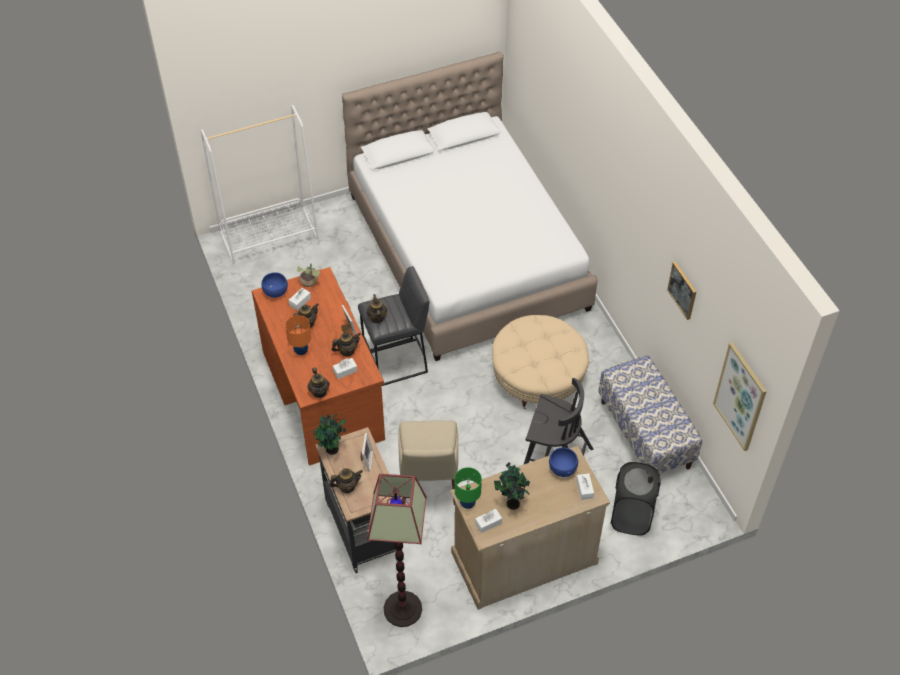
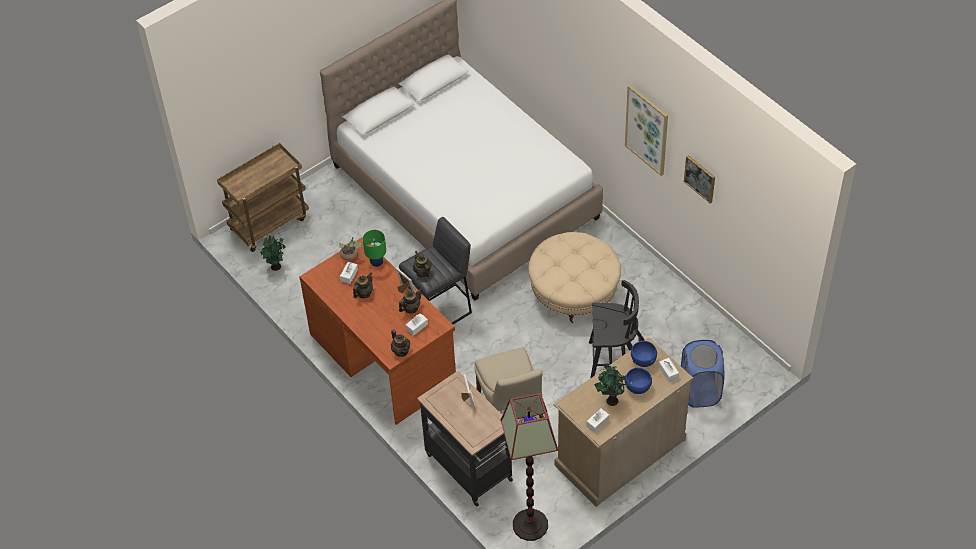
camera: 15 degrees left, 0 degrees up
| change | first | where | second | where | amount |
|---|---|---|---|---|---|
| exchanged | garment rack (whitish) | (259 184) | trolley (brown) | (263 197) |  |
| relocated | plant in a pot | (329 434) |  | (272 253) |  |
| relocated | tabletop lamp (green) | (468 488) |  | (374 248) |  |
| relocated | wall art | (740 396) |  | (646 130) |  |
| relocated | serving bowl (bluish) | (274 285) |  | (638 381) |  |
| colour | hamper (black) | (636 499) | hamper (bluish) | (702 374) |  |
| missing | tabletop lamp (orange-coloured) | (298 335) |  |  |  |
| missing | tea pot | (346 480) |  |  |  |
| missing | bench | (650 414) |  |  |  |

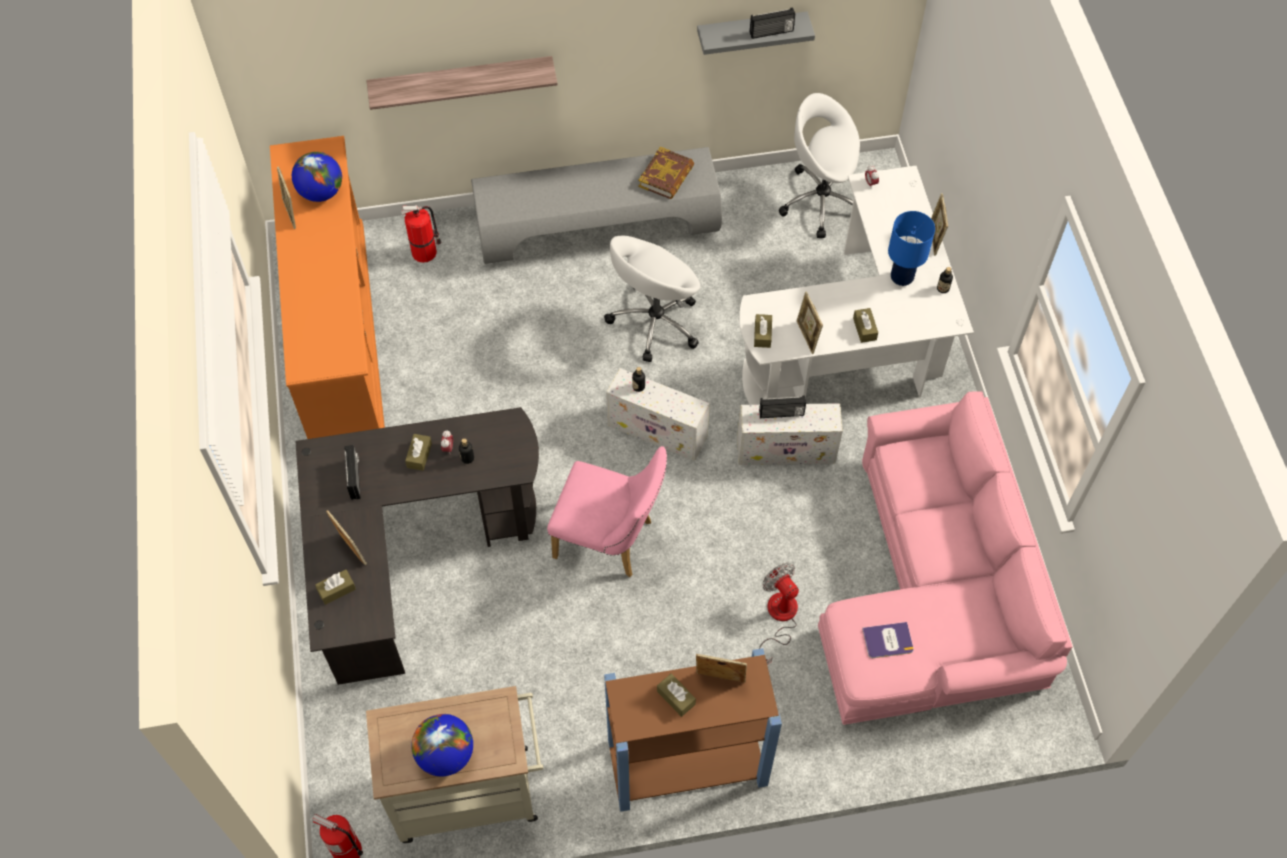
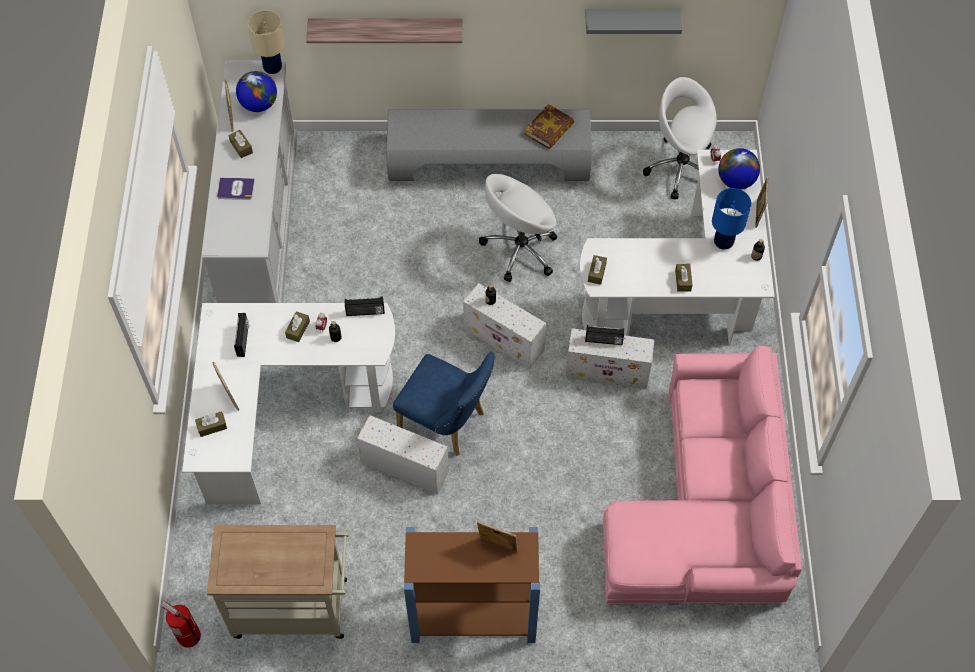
camera: 10 degrees right, 0 degrees up
| change | first | where | second | where | amount |
|---|---|---|---|---|---|
| colour | desk table (black) | (417 546) | desk table (whitish) | (288 403) |  |
| colour | cupboard (orange-coloured) | (327 287) | cupboard (whitish) | (249 181) |  |
| relocated | book | (888 640) |  | (236 189) |  |
| relocated | tissue holder (brown) | (676 695) |  | (240 144) |  |
| appeared |  |  | tabletop lamp (beige) | (266 42) |  |
| relocated | radio | (772 23) |  | (365 306) |  |
| appeared |  |  | storage bin (whitish) | (403 454) |  |
| colour | upright chair (pink-coloured) | (607 511) | upright chair (bluish) | (444 404) |  |
| relocated | desk globe | (442 745) |  | (739 169) |  |
| missing | extinguisher | (421 234) |  |  |  |
| missing | electric fan | (779 614) |  |  |  |
| missing | picture frame | (809 322) |  |  |  |

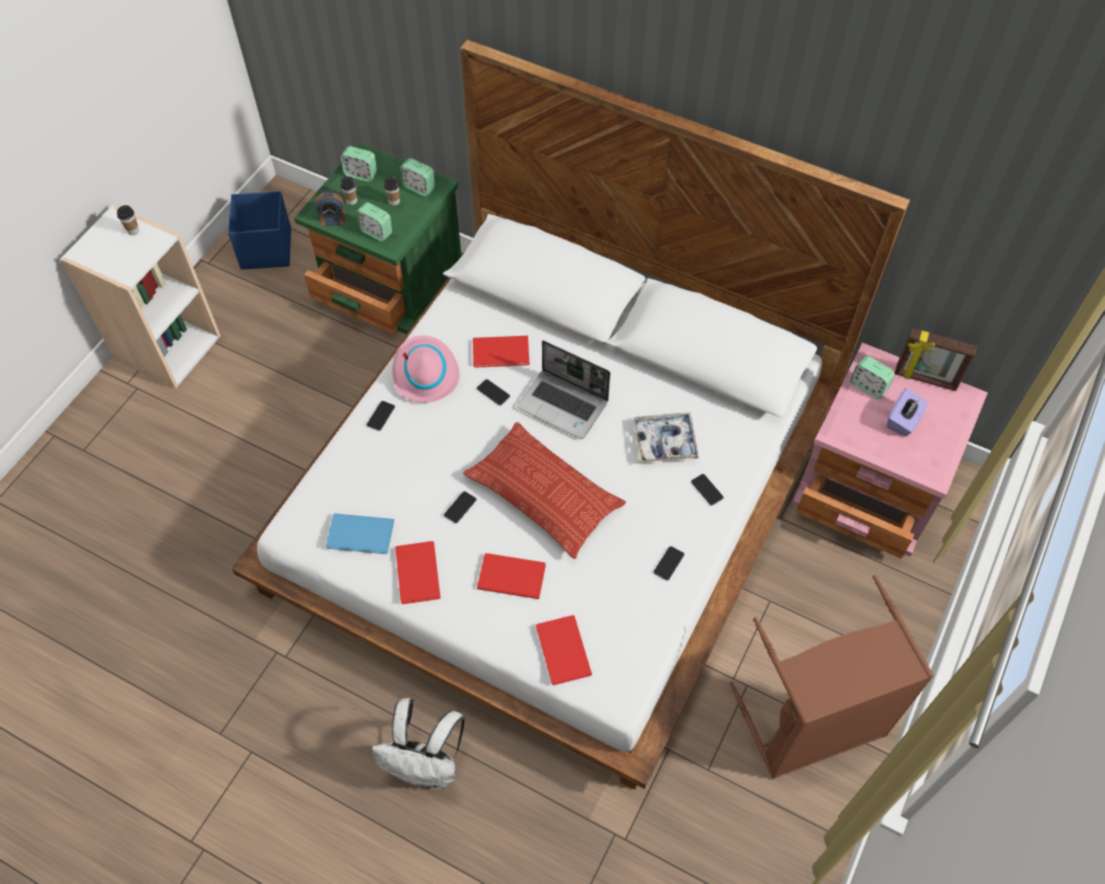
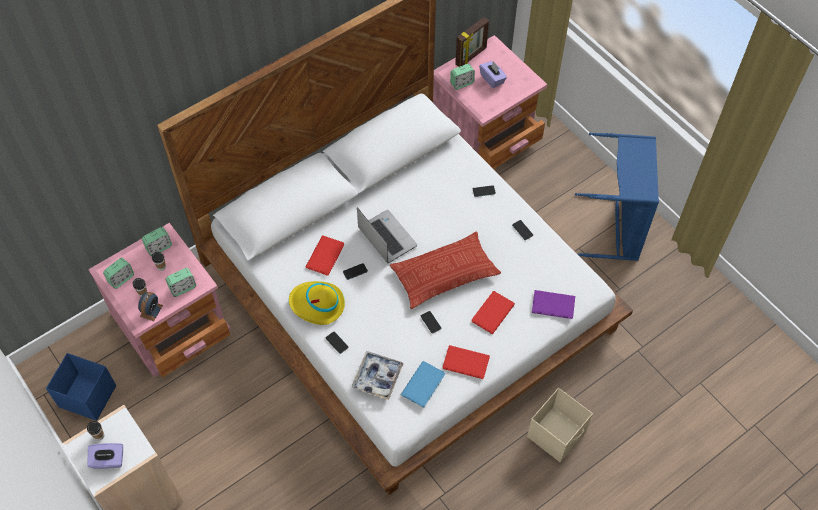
camera: 65 degrees left, 0 degrees up
| change | first | where | second | where | amount |
|---|---|---|---|---|---|
| appeared |  |  | tissue holder (purple-coloured) | (105 456) |  |
| colour | night table (green) | (378 238) | night table (pink-coloured) | (159 300) |  |
| colour | hat (pink-coloured) | (426 369) | hat (yellow-coloured) | (317 303) |  |
| relocated | carrying tray | (666 437) |  | (378 375) |  |
| spun | portable computer | (563 389) |  | (387 235) | 90 degrees counterclockwise |
| exchanged | knapsack (whitish) | (418 744) | storage bin (beige) | (560 425) |  |
| colour | book (reddish) | (564 650) | book (purple-coloured) | (553 304) |  |
| colour | hamper (brown) | (831 677) | hamper (bluish) | (617 197) |  |

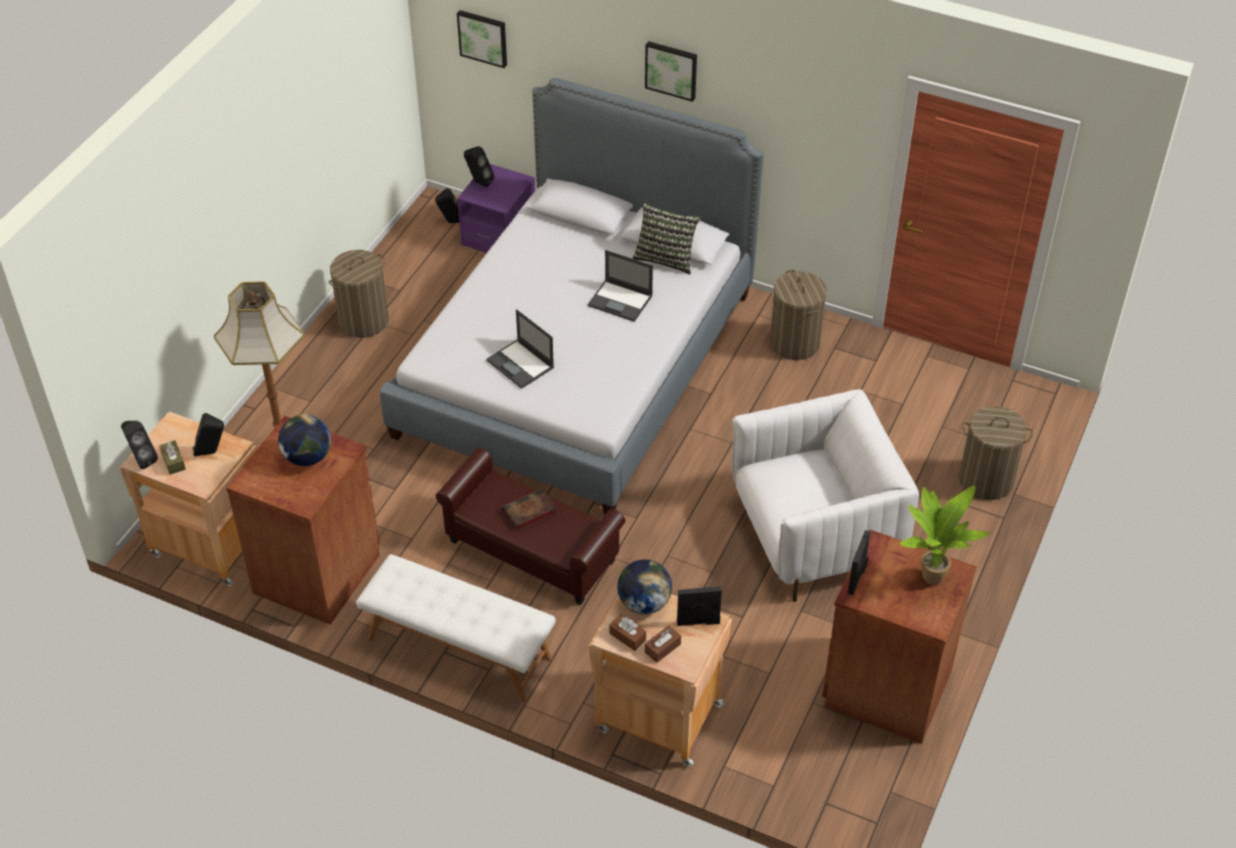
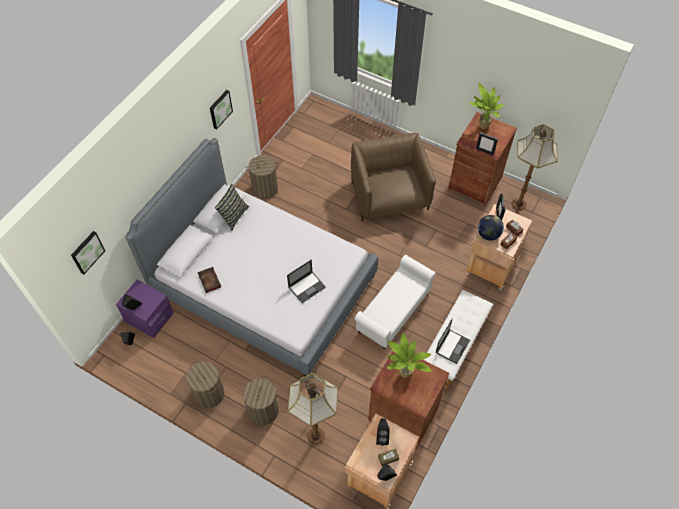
camera: 85 degrees left, 10 degrees up
| change | first | where | second | where | amount |
|---|---|---|---|---|---|
| relocated | book | (529 510) |  | (209 280) |  |
| relocated | wall art | (671 71) |  | (221 109) |  |
| relocated | hamper | (996 453) |  | (261 400) |  |
| colour | lounge chair (whitish) | (825 495) | lounge chair (brown) | (393 177) |  |
| colour | footrest (brown) | (530 526) | footrest (whitish) | (395 302) |  |
| exchanged | desk globe | (304 440) | plant in a pot | (409 355) |  |
| relocated | portable computer | (620 286) |  | (452 341) |  |
| appeared |  |  | floor lamp | (535 167) |  |

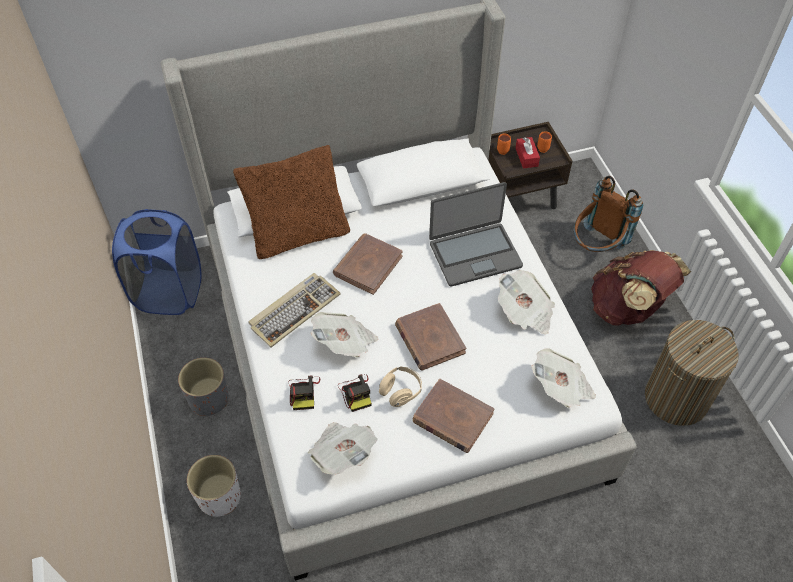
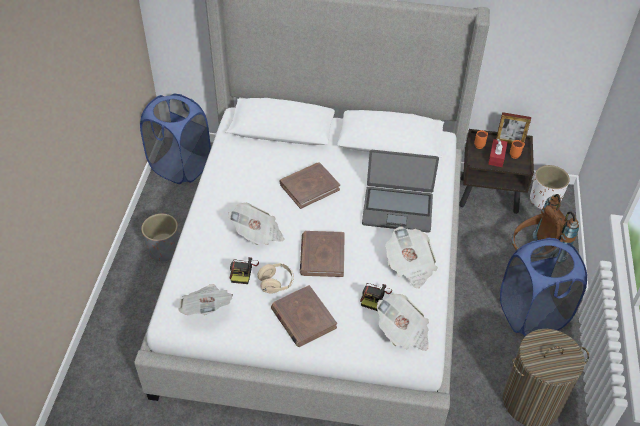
camera: 25 degrees right, 5 degrees down
| change | first | where | second | where | amount |
|---|---|---|---|---|---|
| relocated | still camera | (304 393) |  | (376 297) |  |
| appeared |  |  | picture frame | (513 128) |  |
| exchanged | knapsack (brown) | (641 288) | hamper (bluish) | (543 287) |  |
| relocated | planter (whitish) | (214 486) |  | (550 187) |  |
| missing | cushion (brown) | (291 202) |  |  |  |
| missing | PC keyboard | (295 310) |  |  |  |

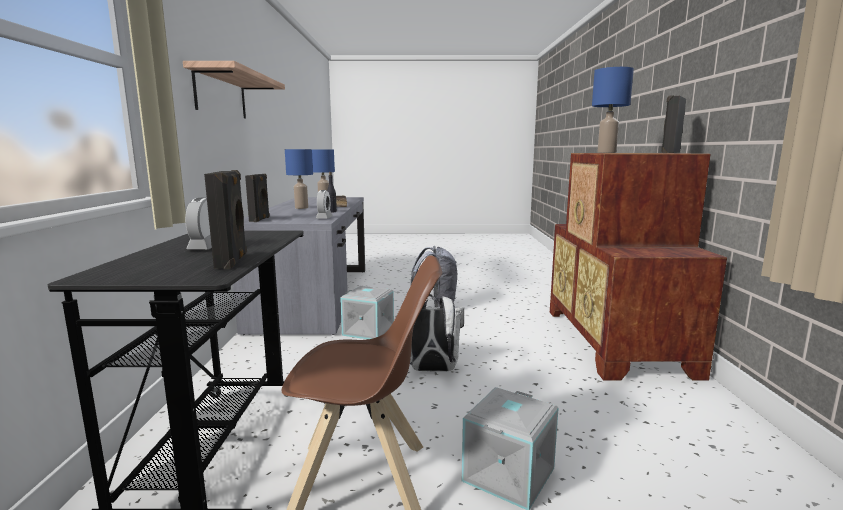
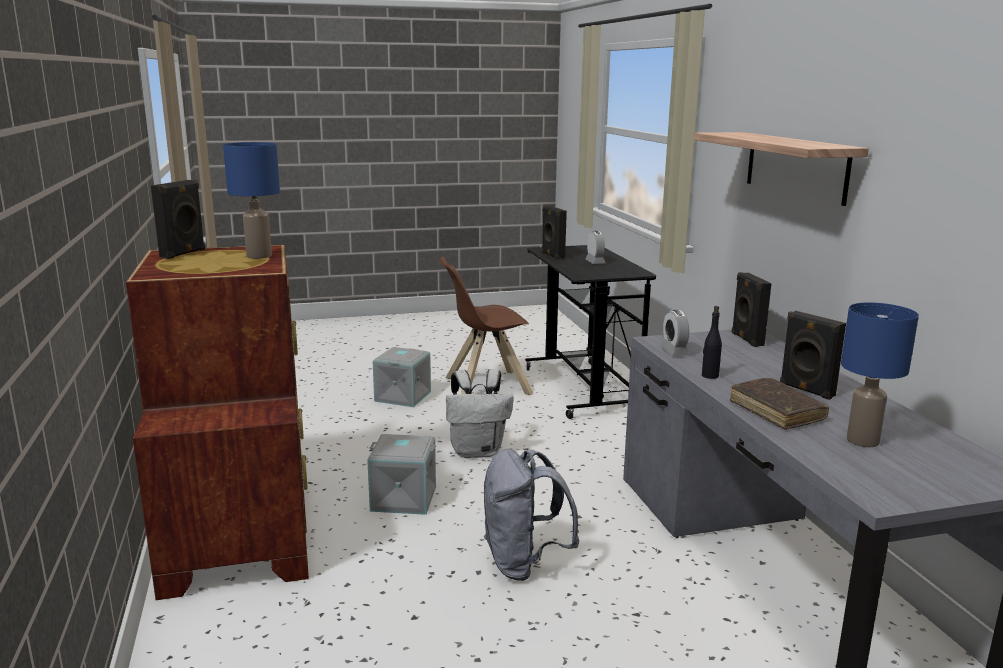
camera: 165 degrees right, 5 degrees up
| change | first | where | second | where | amount |
|---|---|---|---|---|---|
| relocated | storage bin (greyish) | (367 312) |  | (401 474) |  |
| exchanged | tabletop lamp (bluish) | (299 179) | audio speaker (black) | (813 355) |  |

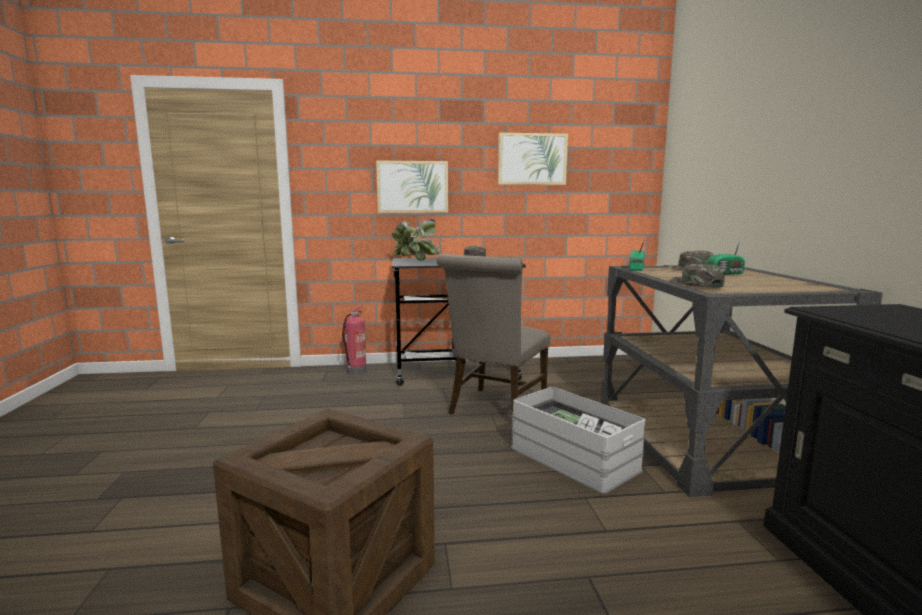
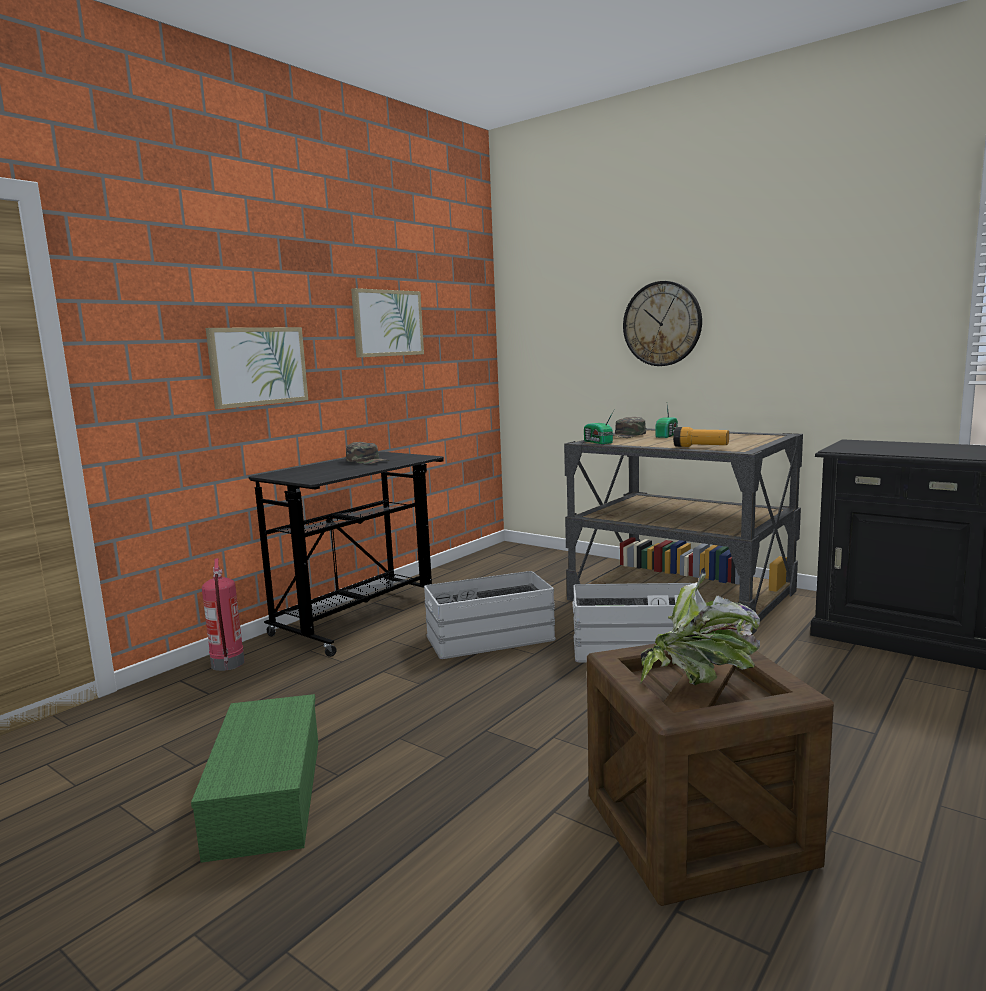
camera: 45 degrees left, 0 degrees up
| change | first | where | second | where | amount |
|---|---|---|---|---|---|
| appeared |  |  | storage bin (green) | (254 778) |  |
| exchanged | upright chair (beige) | (493 334) | storage bin (greyish) | (490 615) |  |
| appeared |  |  | hanging clock | (662 323) |  |
| relocated | plant in a pot | (416 239) |  | (700 626) |  |
| exchanged | baseball cap (green) | (697 276) | torch | (701 437) |  |

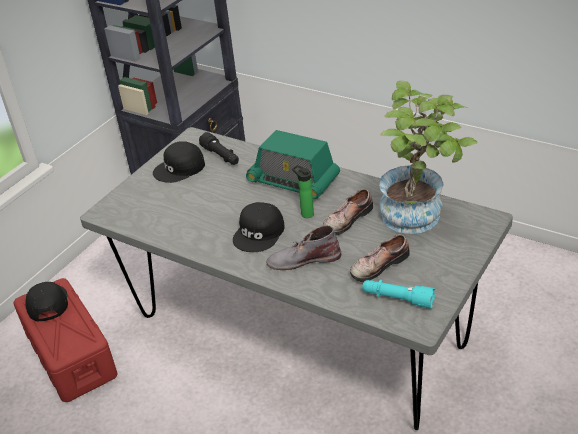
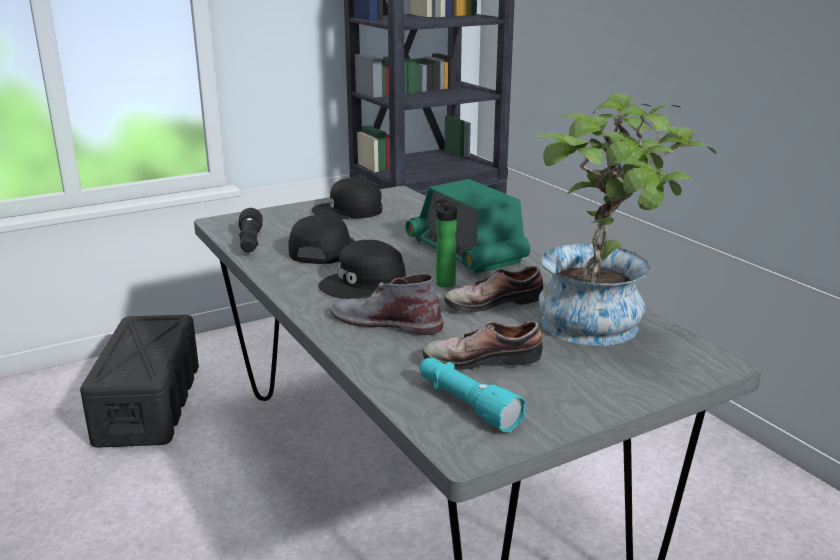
camera: 25 degrees right, 15 degrees down
| change | first | where | second | where | amount |
|---|---|---|---|---|---|
| colour | storage bin (reddish) | (65 340) | storage bin (black) | (139 381) |  |
| relocated | torch (black) | (219 148) |  | (251 230) |  |
| relocated | baseball cap (black) | (46 301) |  | (321 239) |  |

